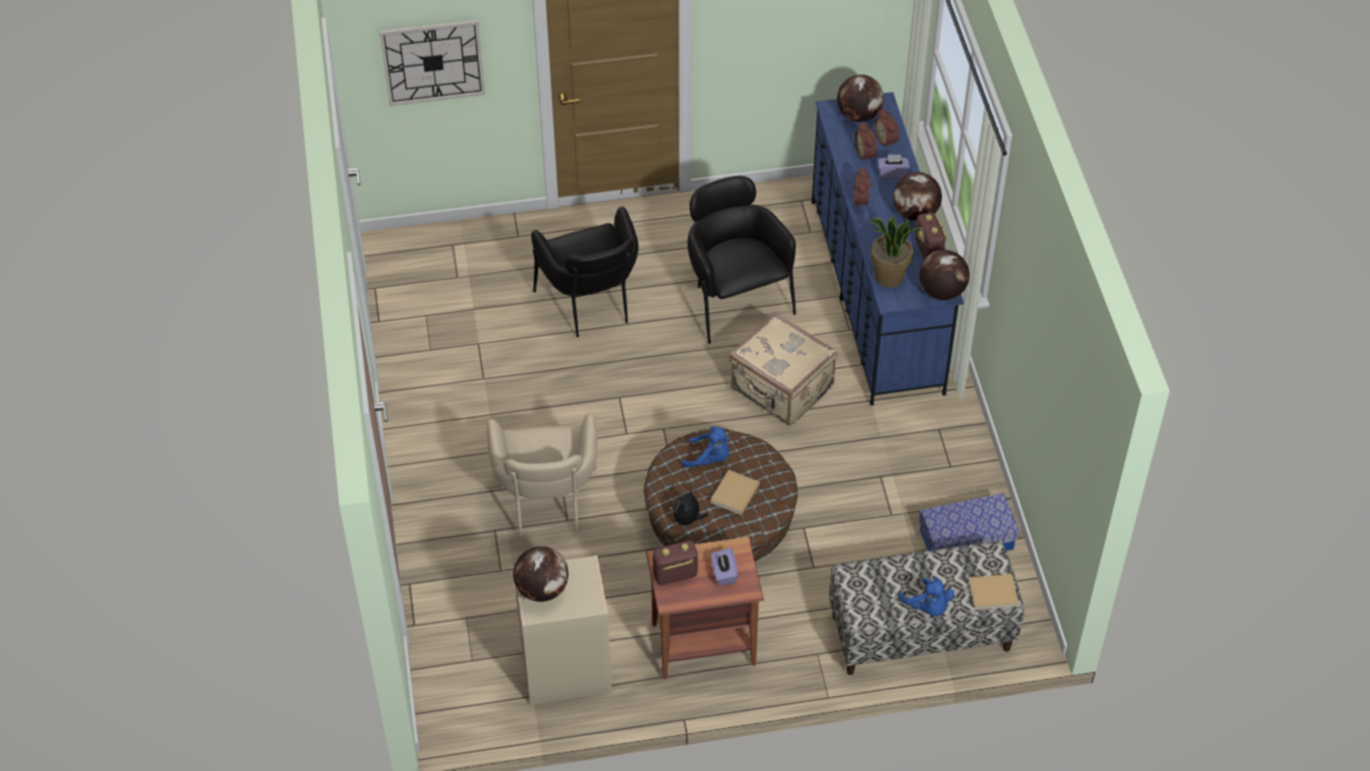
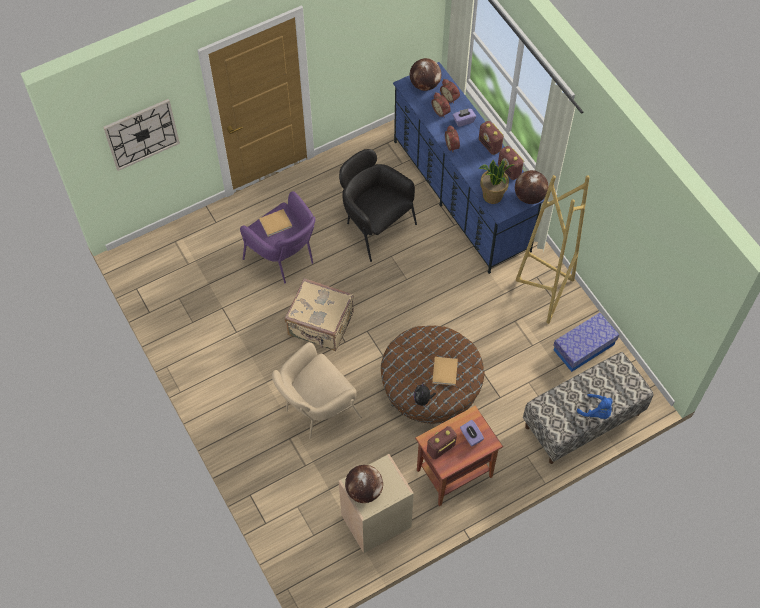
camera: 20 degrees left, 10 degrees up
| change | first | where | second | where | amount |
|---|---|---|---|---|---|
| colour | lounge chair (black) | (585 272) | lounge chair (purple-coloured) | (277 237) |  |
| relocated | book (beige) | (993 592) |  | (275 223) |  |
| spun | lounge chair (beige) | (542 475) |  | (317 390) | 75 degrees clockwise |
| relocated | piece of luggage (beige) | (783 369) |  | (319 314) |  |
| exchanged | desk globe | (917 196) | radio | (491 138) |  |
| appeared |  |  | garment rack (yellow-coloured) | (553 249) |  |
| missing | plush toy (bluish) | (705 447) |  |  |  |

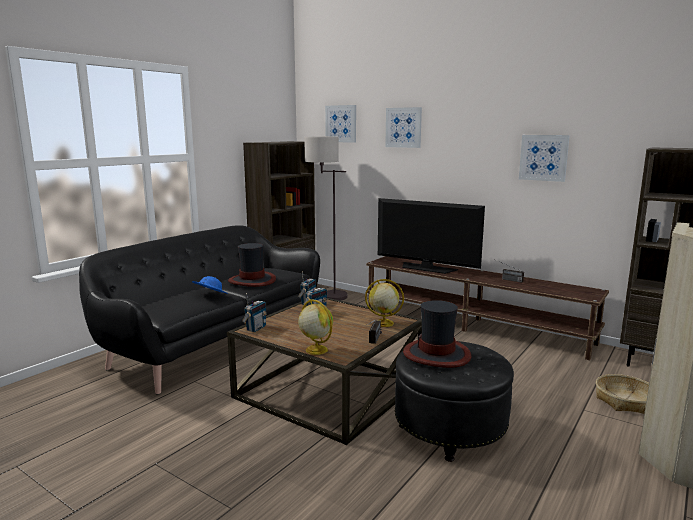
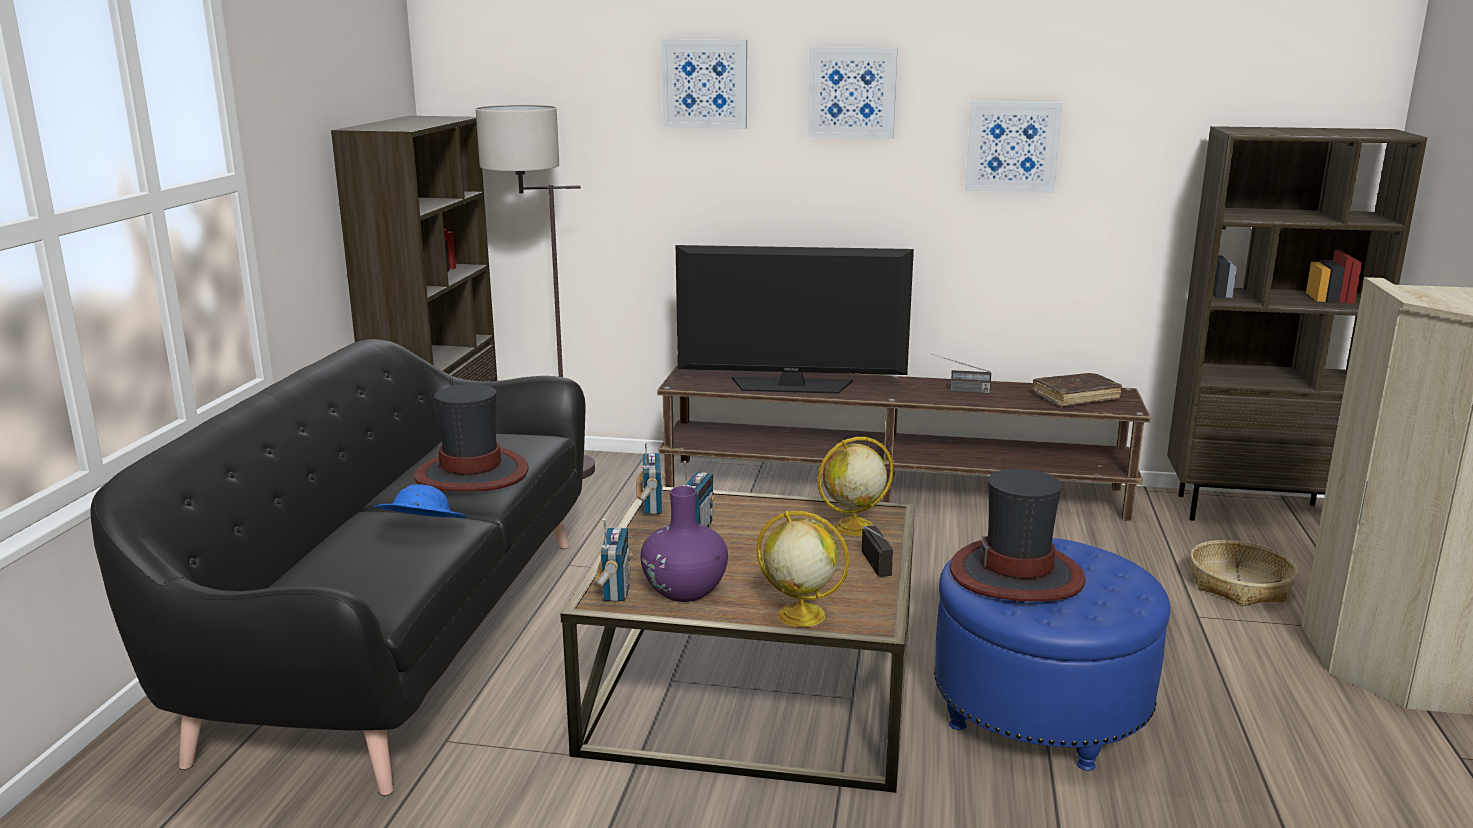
camera: 25 degrees left, 5 degrees up
| change | first | where | second | where | amount |
|---|---|---|---|---|---|
| appeared |  |  | vase (purple-coloured) | (684 544) |  |
| relocated | wall art | (340 124) |  | (852 93) |  |
| colour | footrest (black) | (454 401) | footrest (bluish) | (1052 654) |  |
| appeared |  |  | book (brown) | (1077 390) |  |

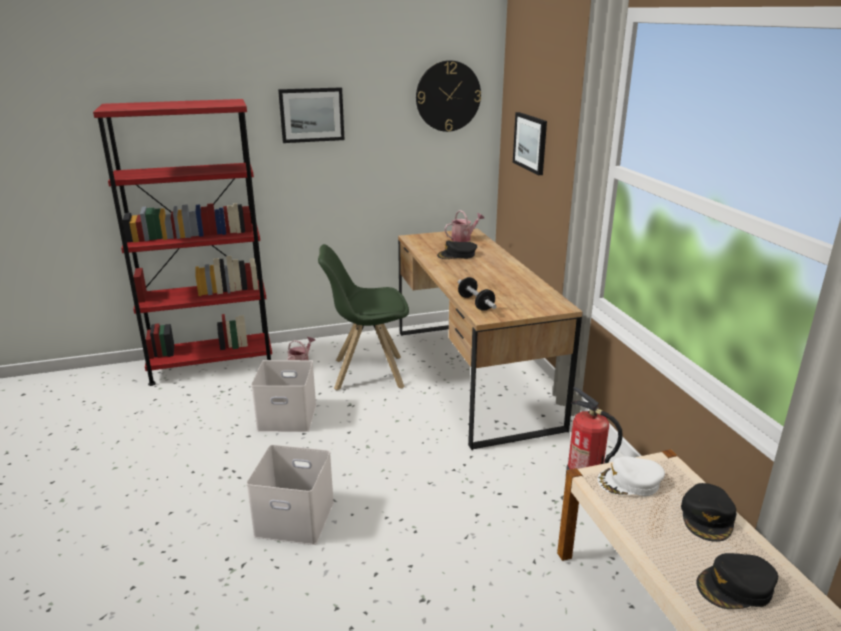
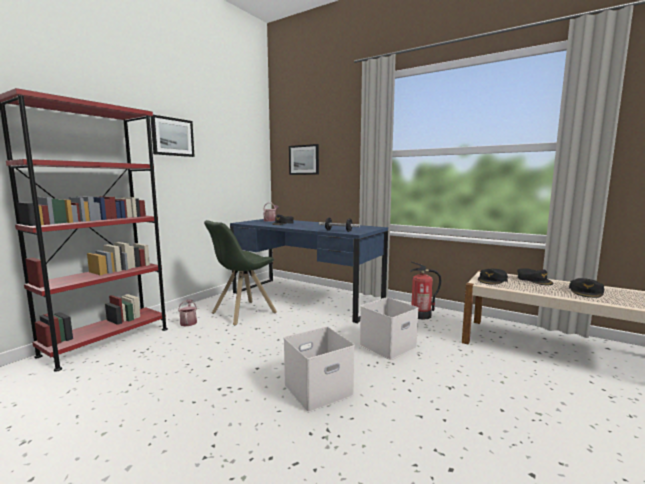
camera: 40 degrees left, 15 degrees down
| change | first | where | second | where | amount |
|---|---|---|---|---|---|
| colour | desk table (brown) | (490 339) | desk table (bluish) | (309 271) |  |
| relocated | storage bin (whitish) | (283 396) |  | (389 328) |  |
| colour | baseball cap (whitish) | (631 476) | baseball cap (black) | (493 277) |  |
| missing | hanging clock | (448 96) |  |  |  |

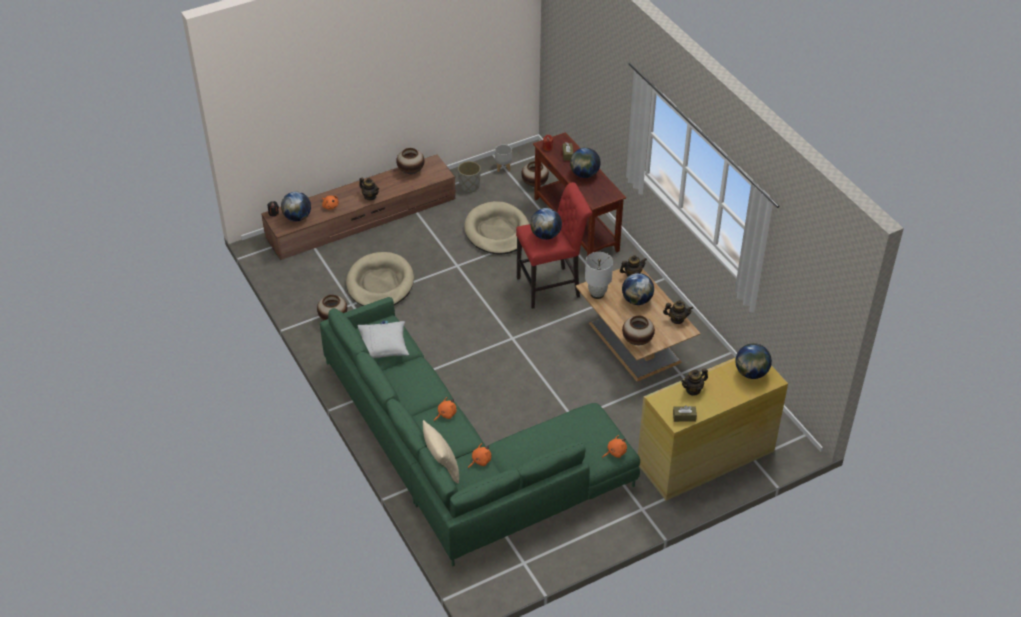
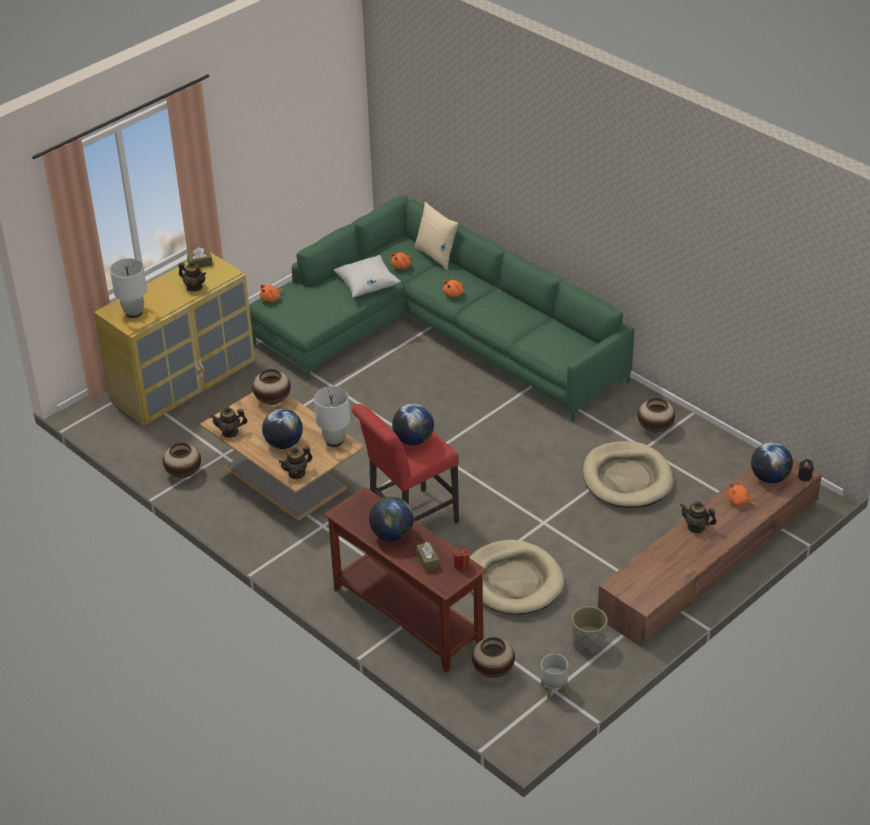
camera: 165 degrees right, 5 degrees down
| change | first | where | second | where | amount |
|---|---|---|---|---|---|
| exchanged | desk globe | (753 361) | tabletop lamp (whitish) | (128 288) |  |
| relocated | vase | (410 161) |  | (182 460) |  |
| spun | tea pot | (694 382) |  | (192 276) | 75 degrees clockwise |
| relocated | cushion (greyish) | (383 339) |  | (367 276) |  |

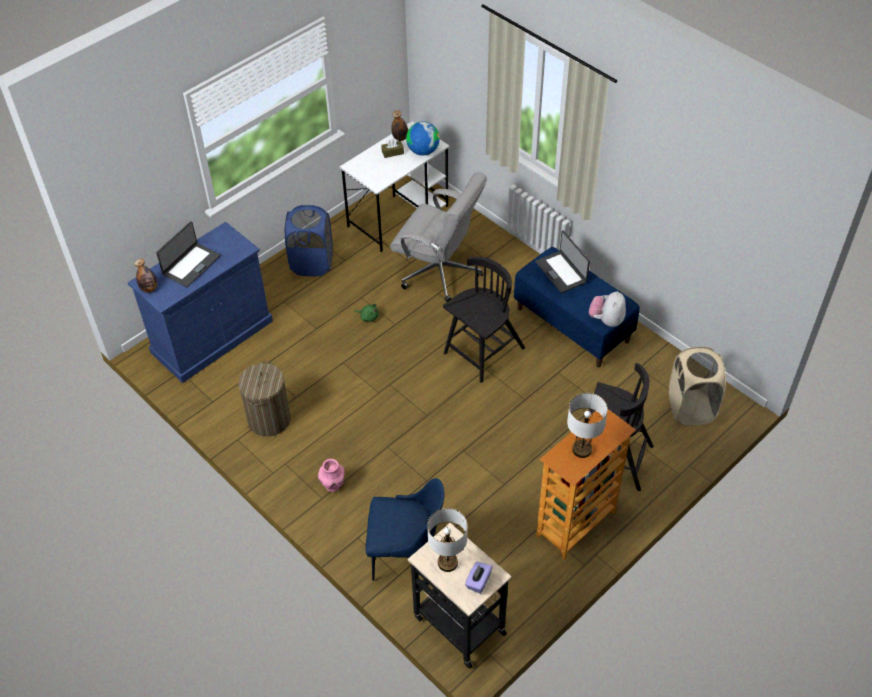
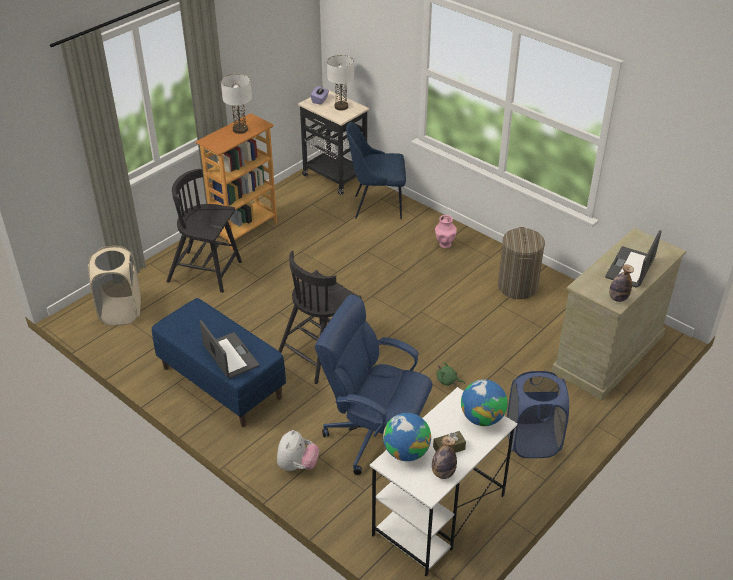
camera: 175 degrees right, 10 degrees down
| change | first | where | second | where | amount |
|---|---|---|---|---|---|
| relocated | plush toy | (607 309) |  | (298 450) |  |
| colour | computer chair (greyish) | (438 237) | computer chair (bluish) | (373 385) |  |
| appeared |  |  | desk globe | (484 403) |  |
| colour | chest of drawers (bluish) | (200 302) | chest of drawers (beige) | (619 314) |  |
| relocated | bottle | (145 276) |  | (621 283) |  |

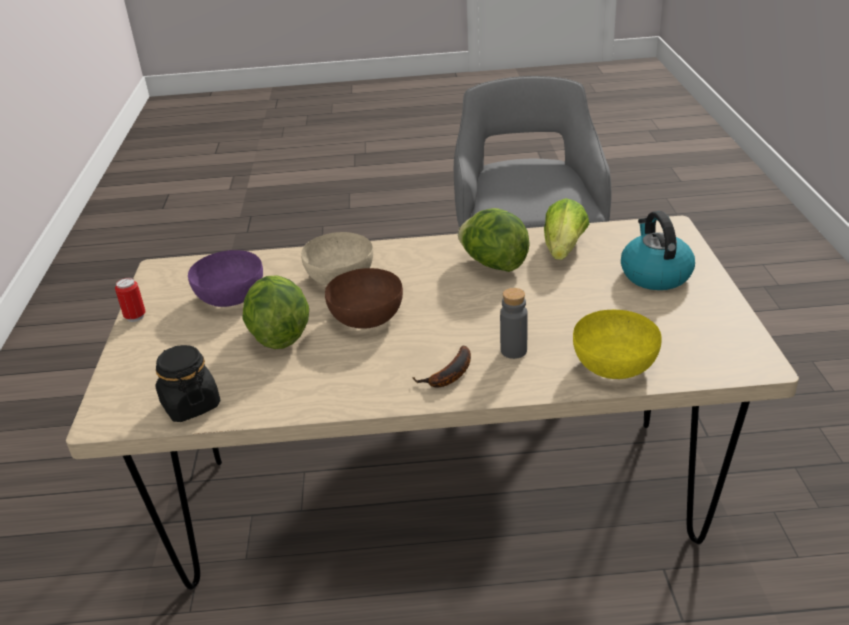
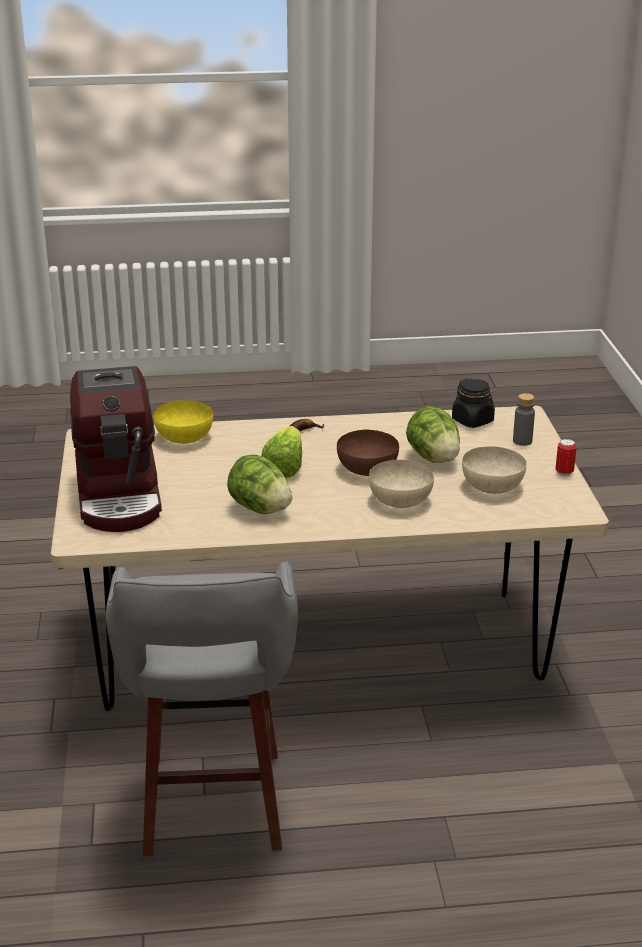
camera: 175 degrees right, 5 degrees down
| change | first | where | second | where | amount |
|---|---|---|---|---|---|
| exchanged | tea kettle | (658 250) | coffee brewer | (116 449) |  |
| relocated | lettuce head | (566 229) |  | (281 452) |  |
| colour | serving bowl (purple-coloured) | (225 278) | serving bowl (beige) | (494 470) |  |
| relocated | bottle (greyish) | (514 323) |  | (524 419) |  |

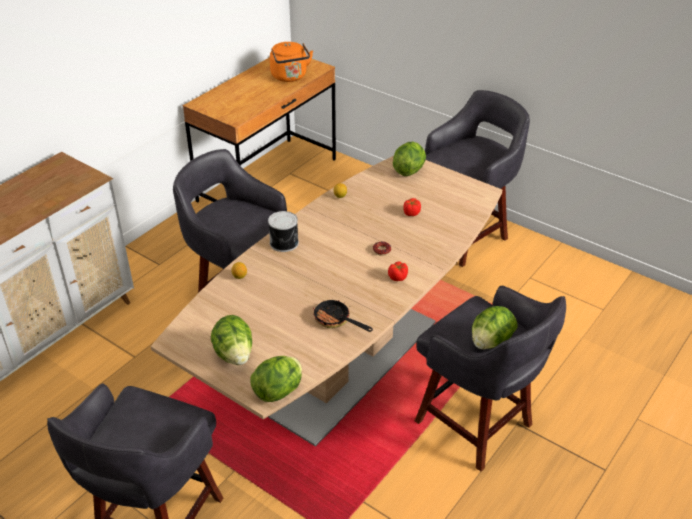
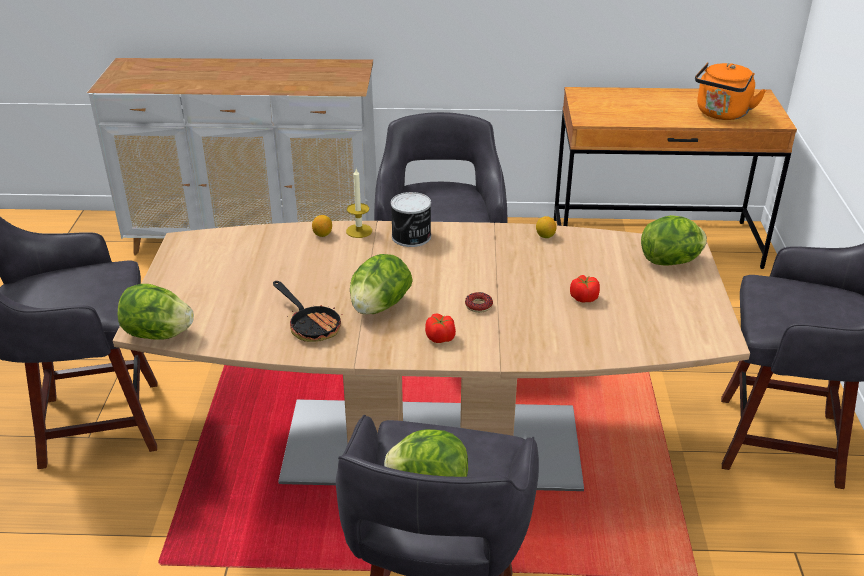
camera: 55 degrees right, 5 degrees down
| change | first | where | second | where | amount |
|---|---|---|---|---|---|
| spun | frying pan | (343 315) |  | (308 311) | 135 degrees clockwise |
| appeared |  |  | wax light | (359 203) |  |
| relocated | lettuce head | (231 340) |  | (381 284) |  |

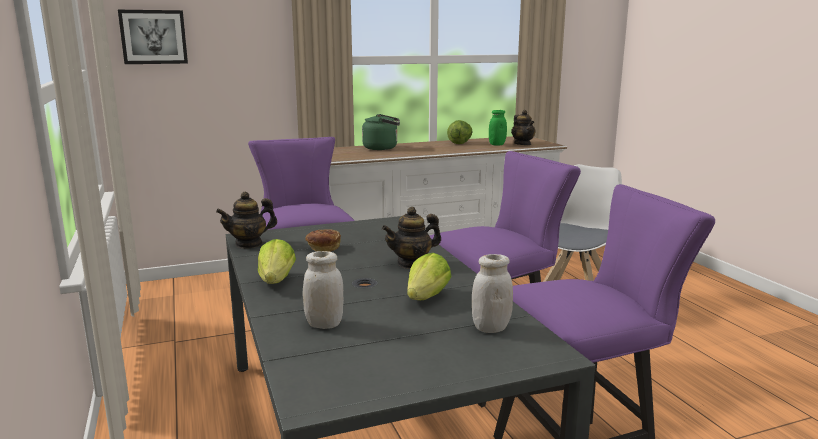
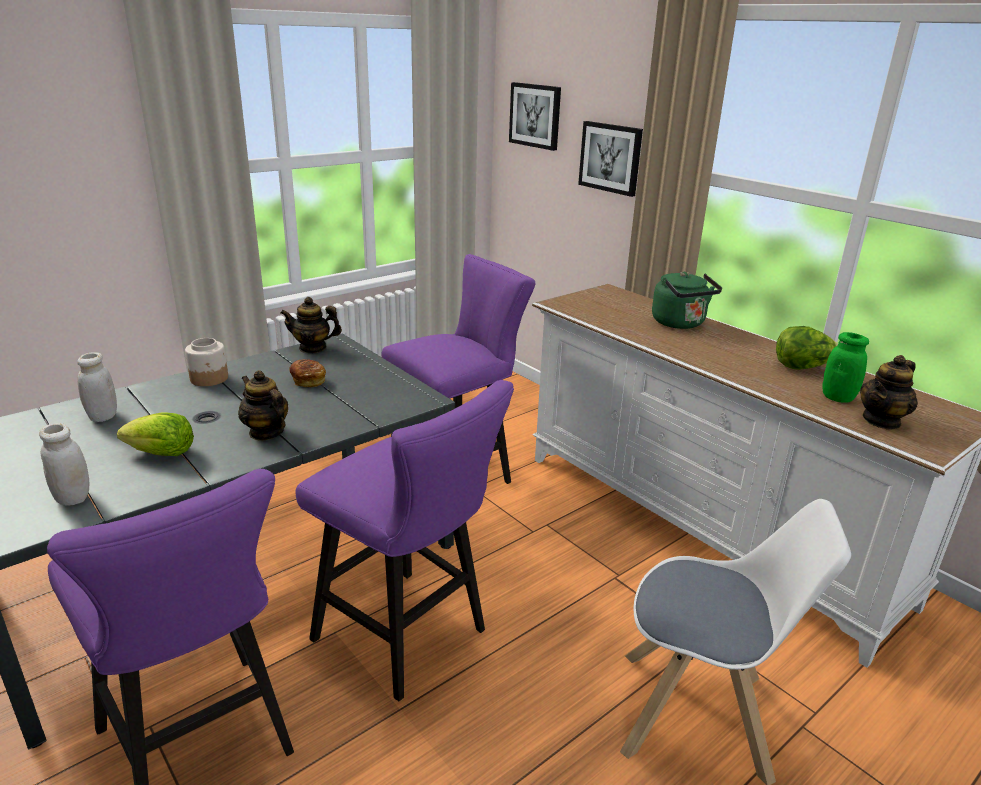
camera: 70 degrees right, 10 degrees up
| change | first | where | second | where | amount |
|---|---|---|---|---|---|
| exchanged | lettuce head | (277 261) | preserve jar | (206 362) |  |
| spun | tea pot | (246 219) |  | (311 325) | 45 degrees counterclockwise |
| appeared |  |  | wall art | (610 159) |  |

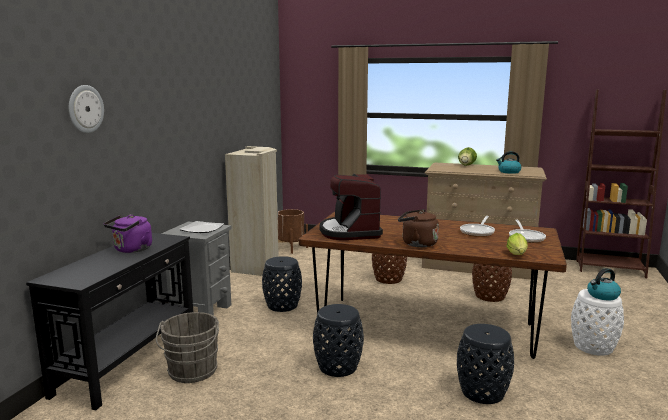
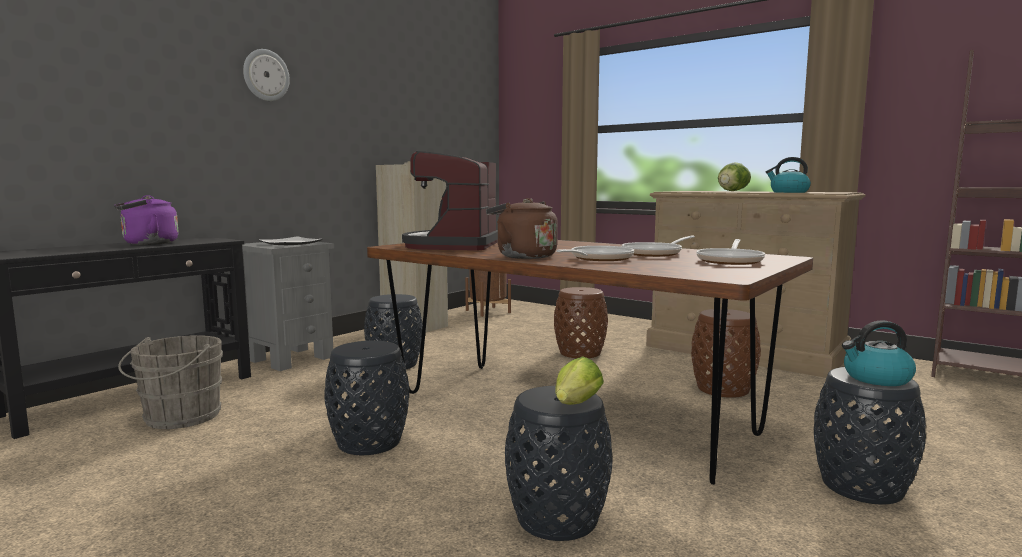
camera: 20 degrees right, 5 degrees down
| change | first | where | second | where | amount |
|---|---|---|---|---|---|
| relocated | hanging clock | (86 109) |  | (266 75) |  |
| relocated | lettuce head | (517 244) |  | (579 380) |  |
| appeared |  |  | frying pan | (595 253) |  |
| colour | stool seat (whitish) | (597 322) | stool seat (black) | (870 435) |  |

